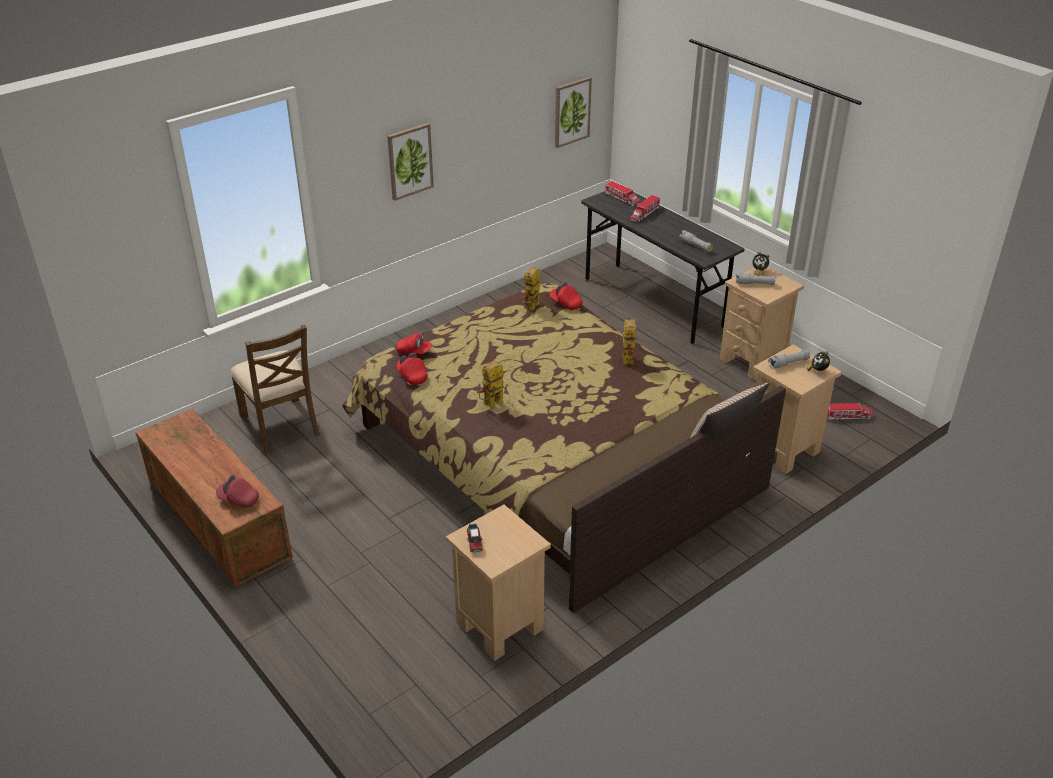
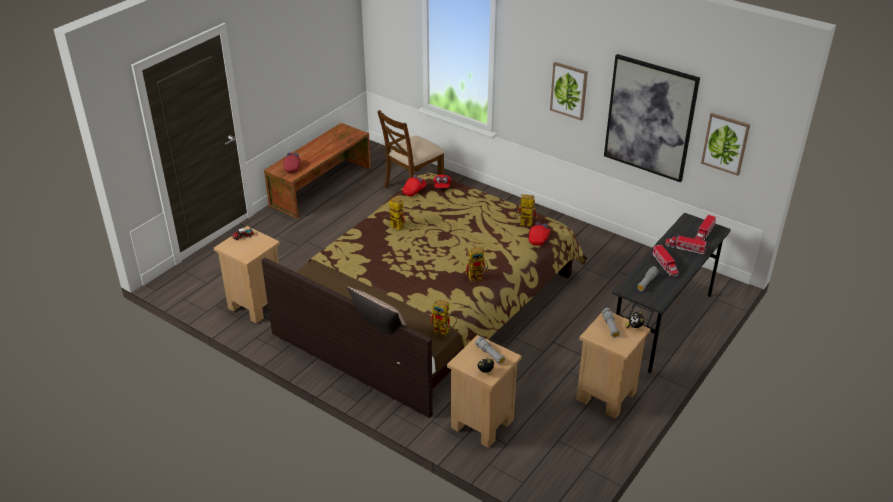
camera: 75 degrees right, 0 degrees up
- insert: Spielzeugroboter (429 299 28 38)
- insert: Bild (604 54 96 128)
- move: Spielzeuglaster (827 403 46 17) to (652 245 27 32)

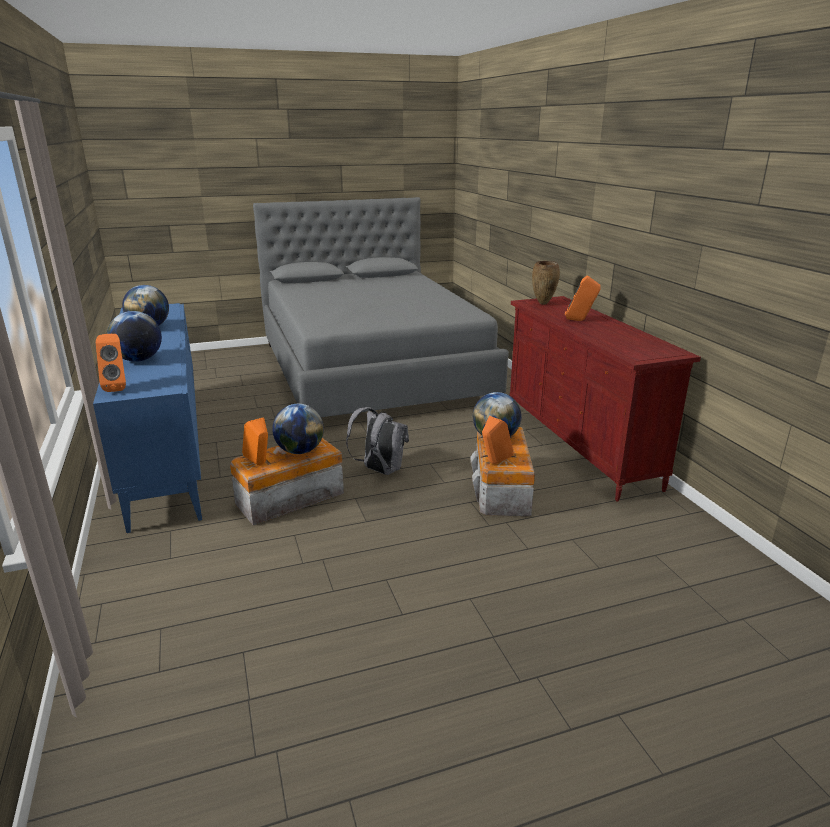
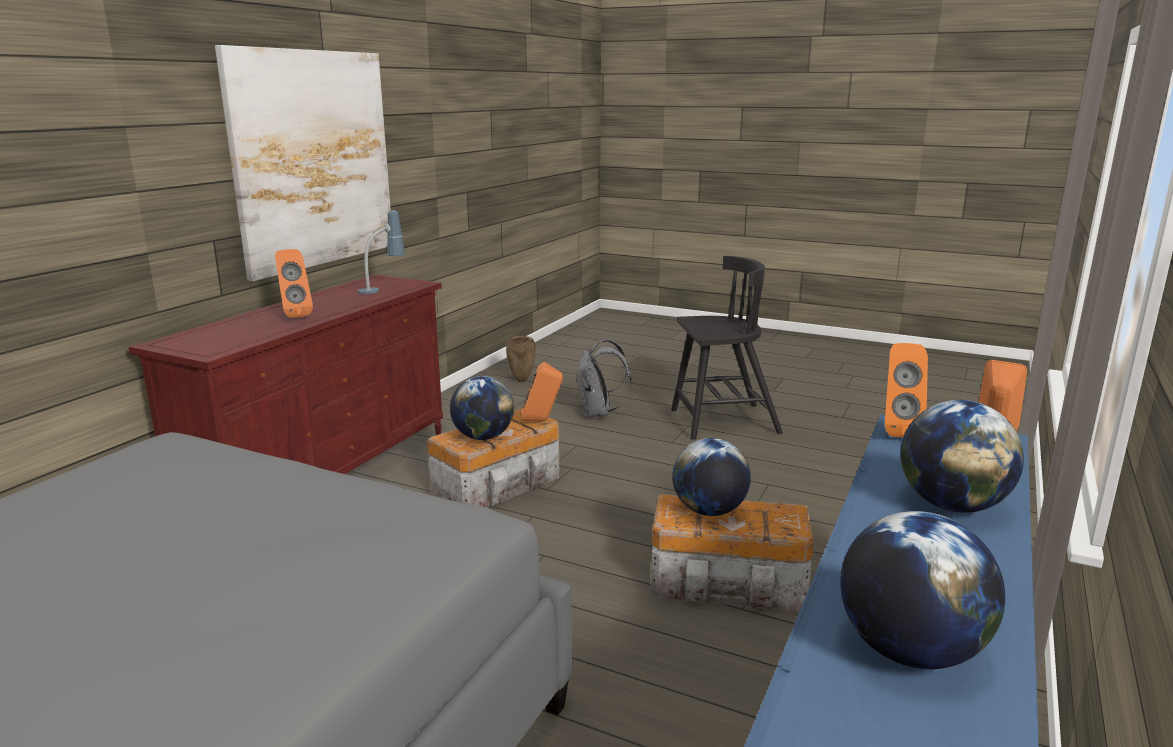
camera: 135 degrees left, 5 degrees down
- insert: Bild (215 45 176 236)
- insert: Tischlampe (358 210 47 84)
- insert: Stuhl/schwarz (671 256 112 184)
- move: Lautsprecher/orange (242 418 26 48) to (885 343 43 94)
- move: Rucksack/grau (346 407 63 68) to (576 339 55 78)
- move: Vase/braun (532 261 28 44) to (506 336 30 46)

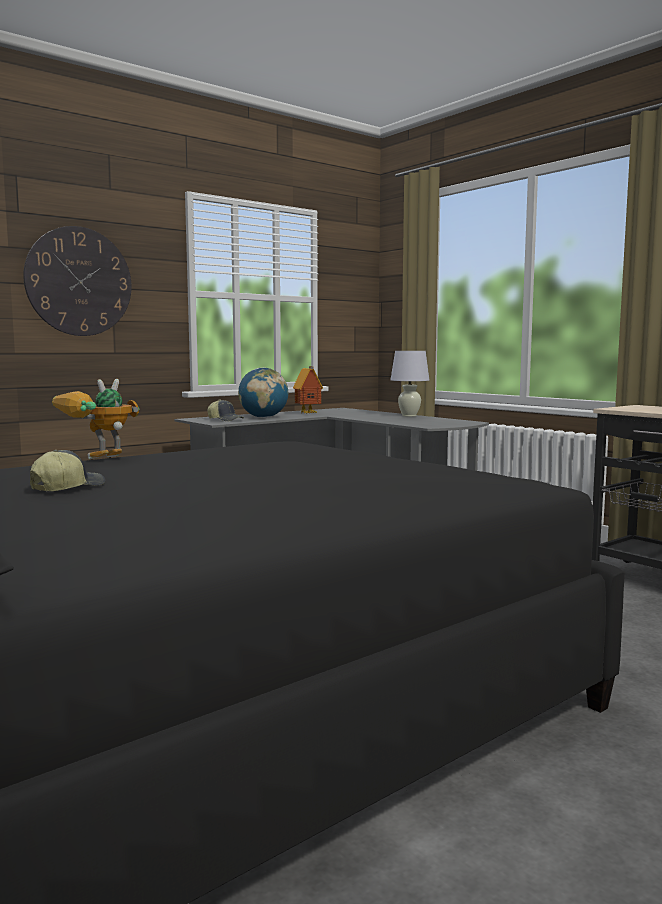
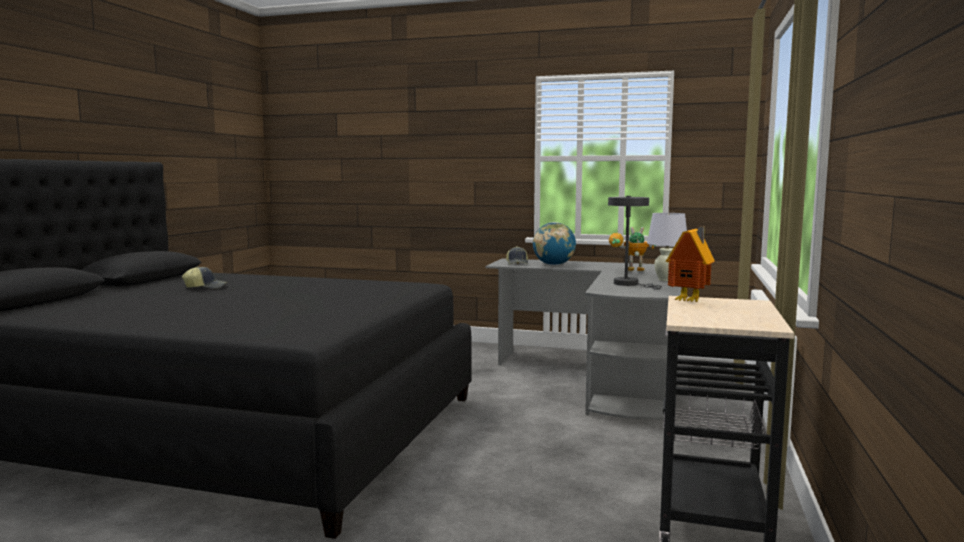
camera: 55 degrees right, 0 degrees up
- delete: Wanduhr (23 226 109 110)
- insert: Tischlampe/grau (608 196 54 94)
- move: Spielzeugroboter (52 379 87 81) to (609 227 47 45)
- move: Spielzeughaus (293 366 30 47) to (666 226 49 76)

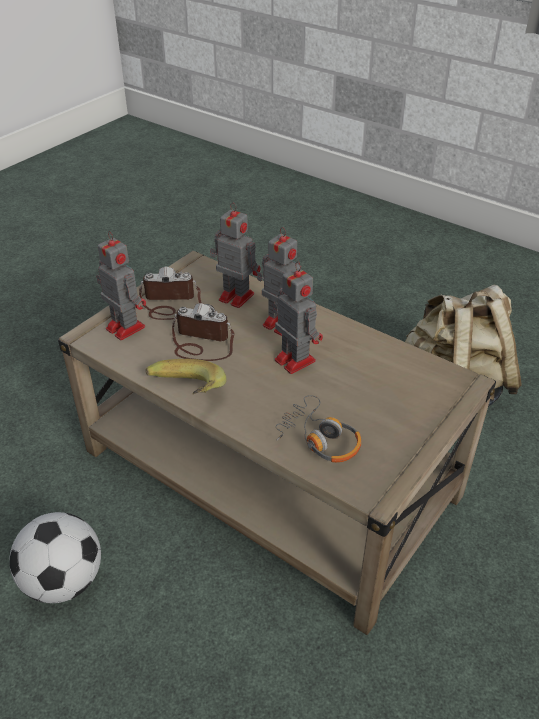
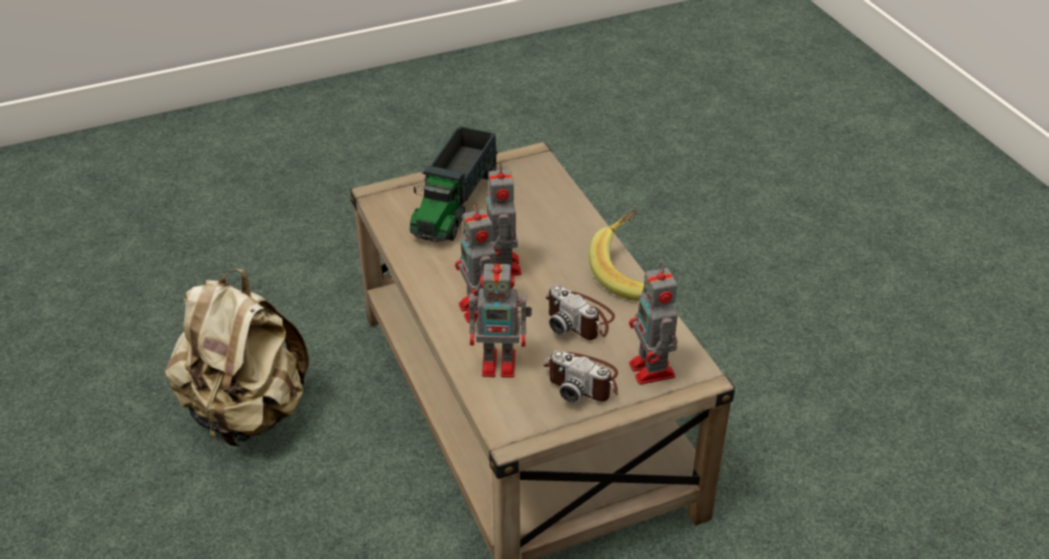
camera: 150 degrees left, 0 degrees up
- delete: Fußball (9 512 92 91)
- delete: Kopfhörer (275 395 86 68)
- insert: Spielzeuglaster (410 126 88 116)
- rotate: Spielzeugroboter (210 202 50 106) = (469 257 63 121) 60 degrees counterclockwise

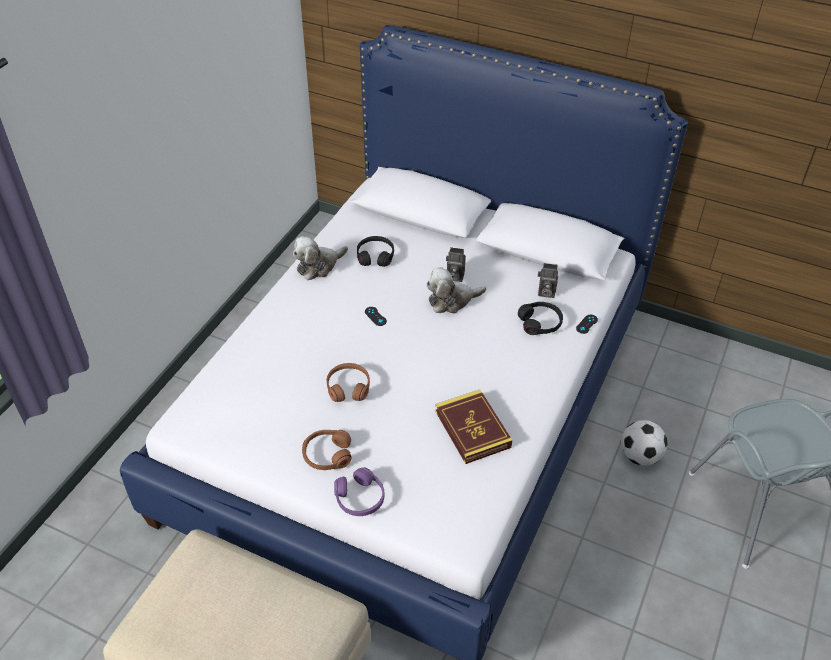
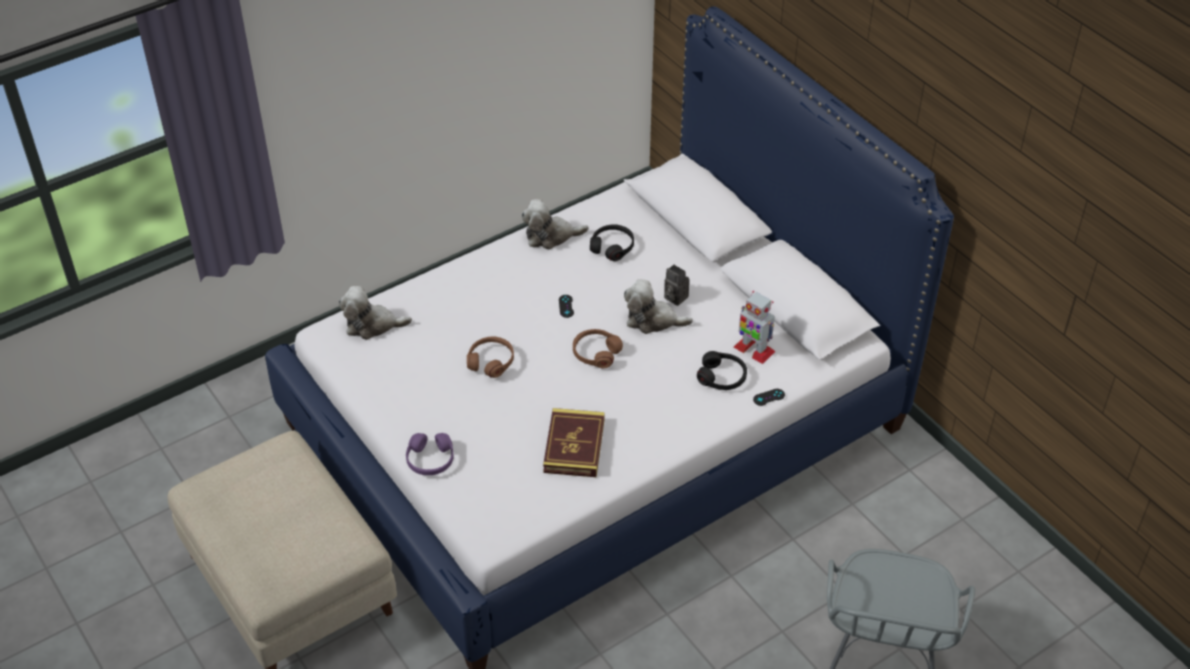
camera: 30 degrees right, 0 degrees up
- delete: Fußball (621 420 47 45)
- insert: Plüschtier (339 286 73 54)
- move: Kopfhörer/braun (302 430 49 40) to (573 329 50 39)
- replace: Kamera (538 263 20 35) to Spielzeugroboter (734 291 41 73)

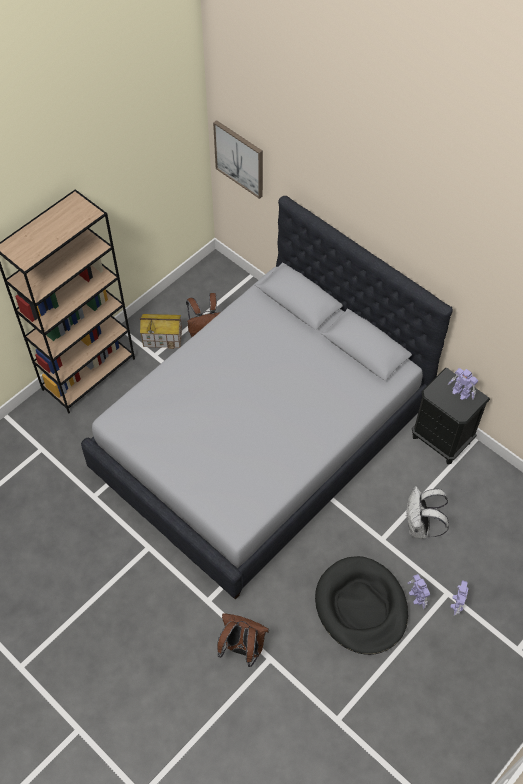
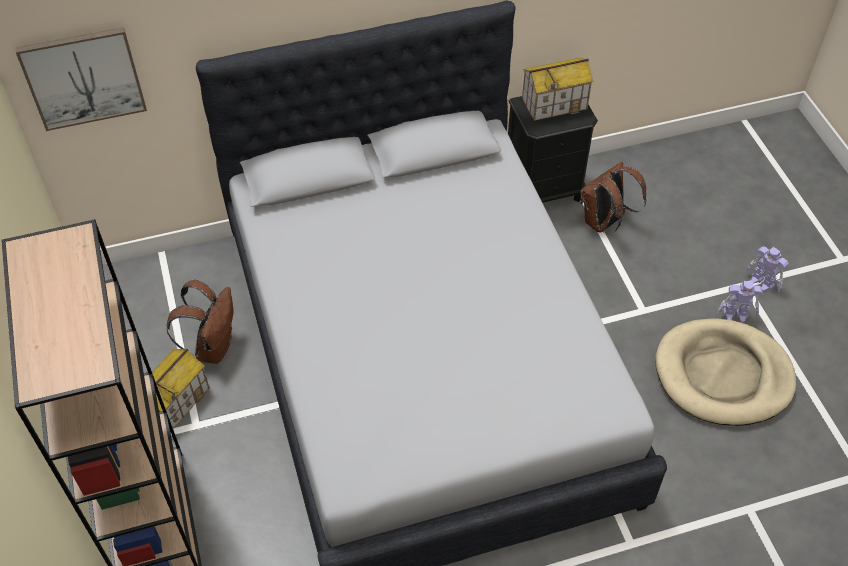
camera: 60 degrees left, 5 degrees down
- delete: Rucksack/weiß (406 486 43 52)
- move: Rucksack/braun (217 614 52 53) to (581 162 65 72)
- replace: Spielzeugroboter (448 368 30 32) to Spielzeughaus (522 58 71 63)
- recolor: Hundebett/schwarz (315 556 93 99) to Hundebett/beige (655 319 141 107)

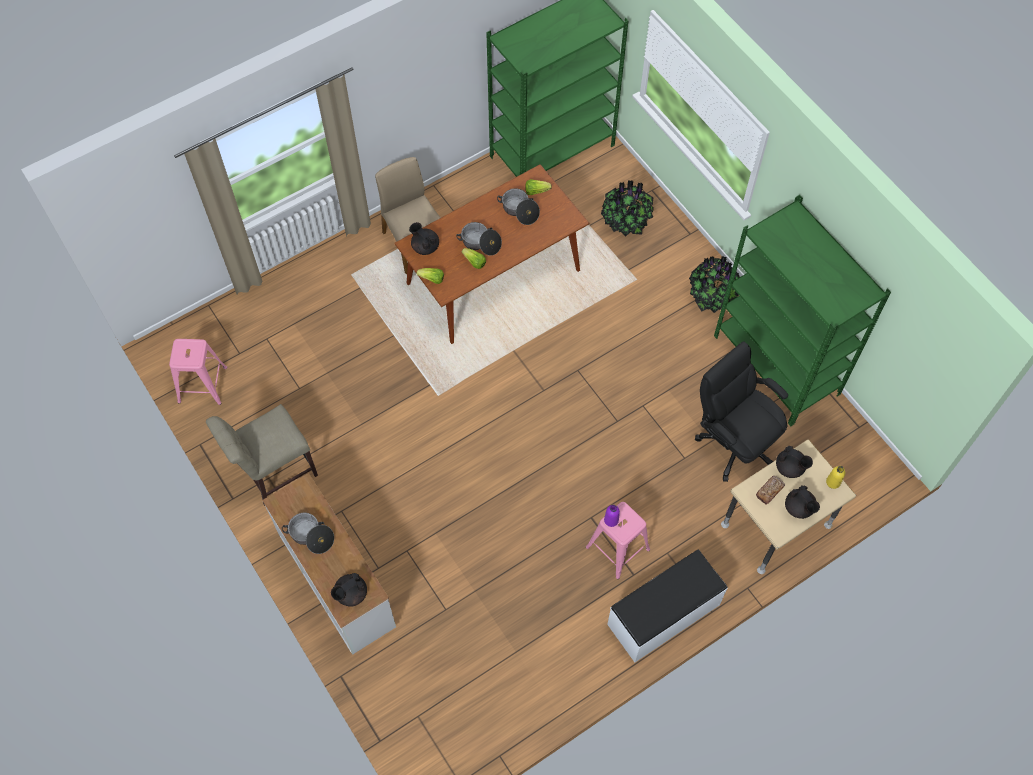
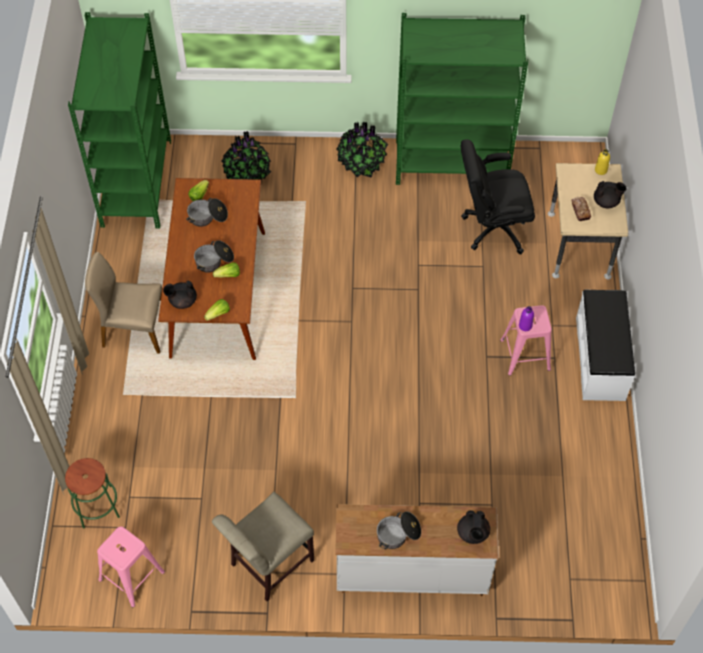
camera: 55 degrees left, 5 degrees down
- delete: Teekanne/schwarz (776 446 37 32)
- insert: Hocker/grün (65 458 55 70)
- rotate: Stuhl/beige (206 404 112 102) = (212 492 102 109) 45 degrees clockwise

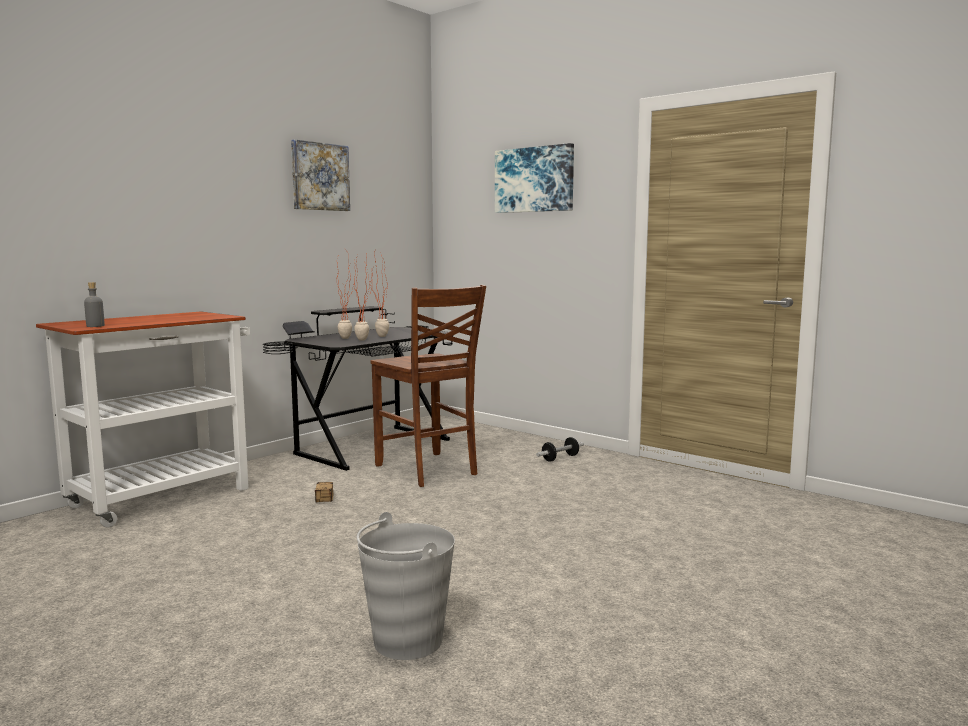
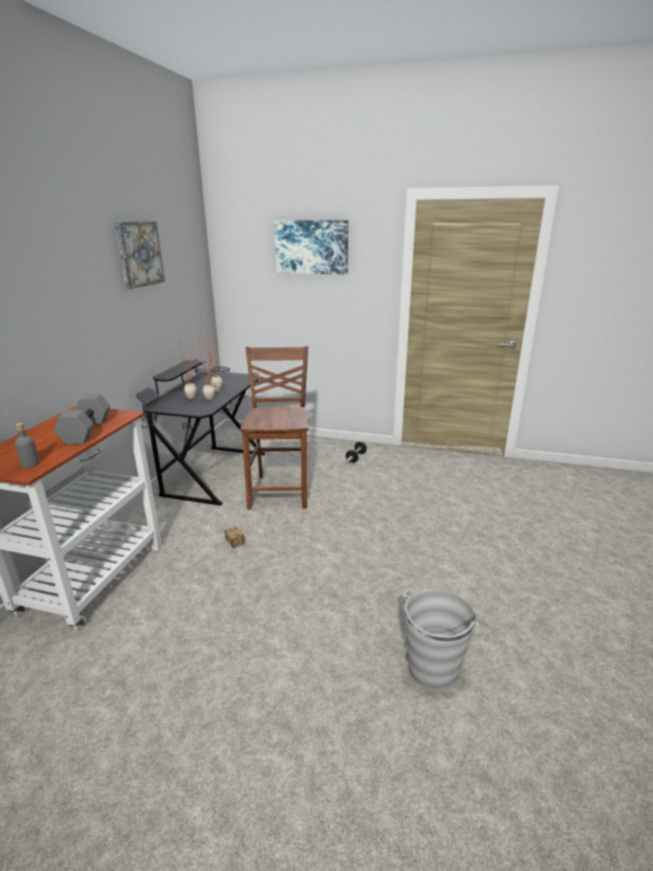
camera: 25 degrees left, 15 degrees up
- insert: Hantel/grau (54 394 56 51)
- rotate: Stuhl/braun (371 285 115 202) = (240 346 68 164) 120 degrees counterclockwise

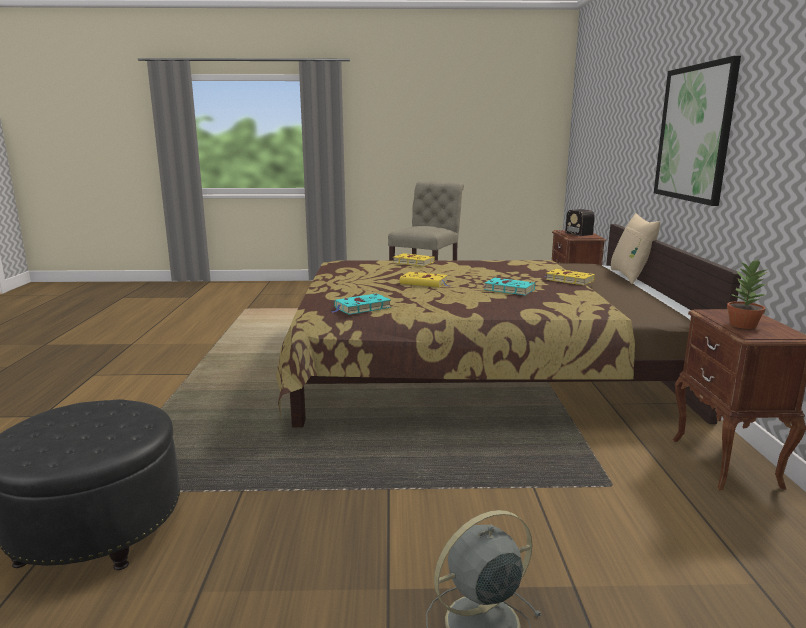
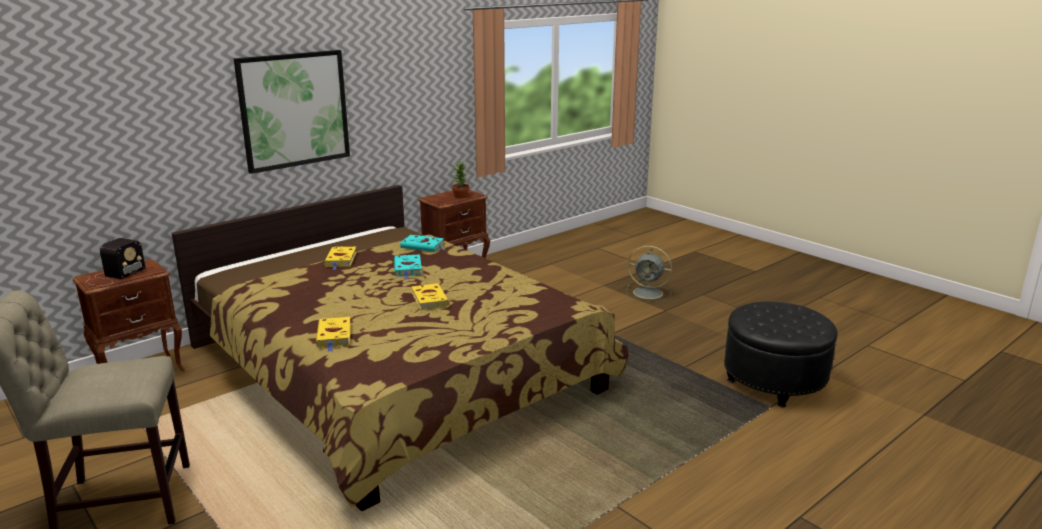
camera: 130 degrees left, 5 degrees up
- delete: Kissen/beige (611 213 49 71)
- move: Buch/türkis (331 293 60 22) to (400 235 46 17)

